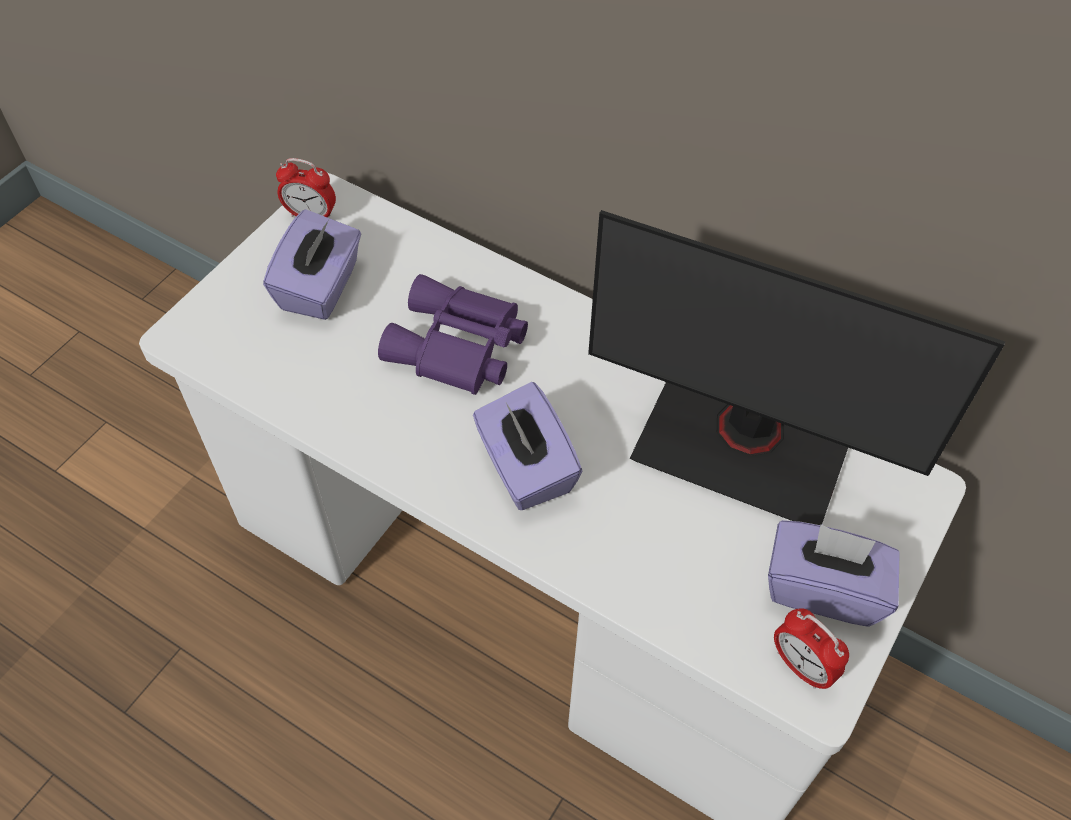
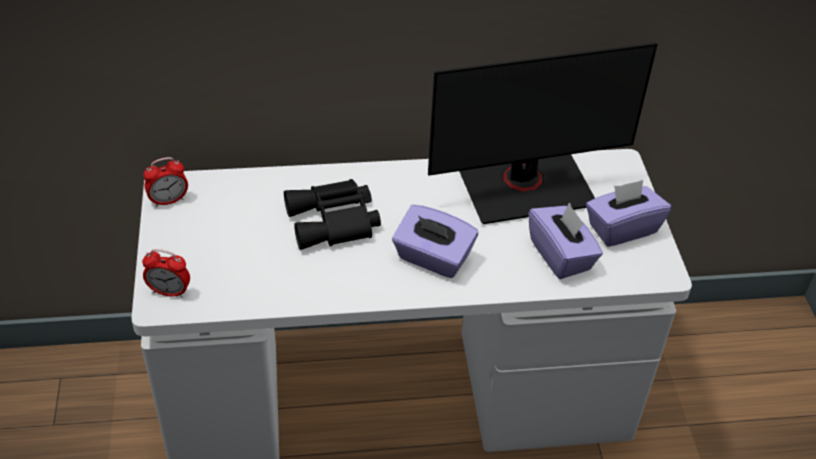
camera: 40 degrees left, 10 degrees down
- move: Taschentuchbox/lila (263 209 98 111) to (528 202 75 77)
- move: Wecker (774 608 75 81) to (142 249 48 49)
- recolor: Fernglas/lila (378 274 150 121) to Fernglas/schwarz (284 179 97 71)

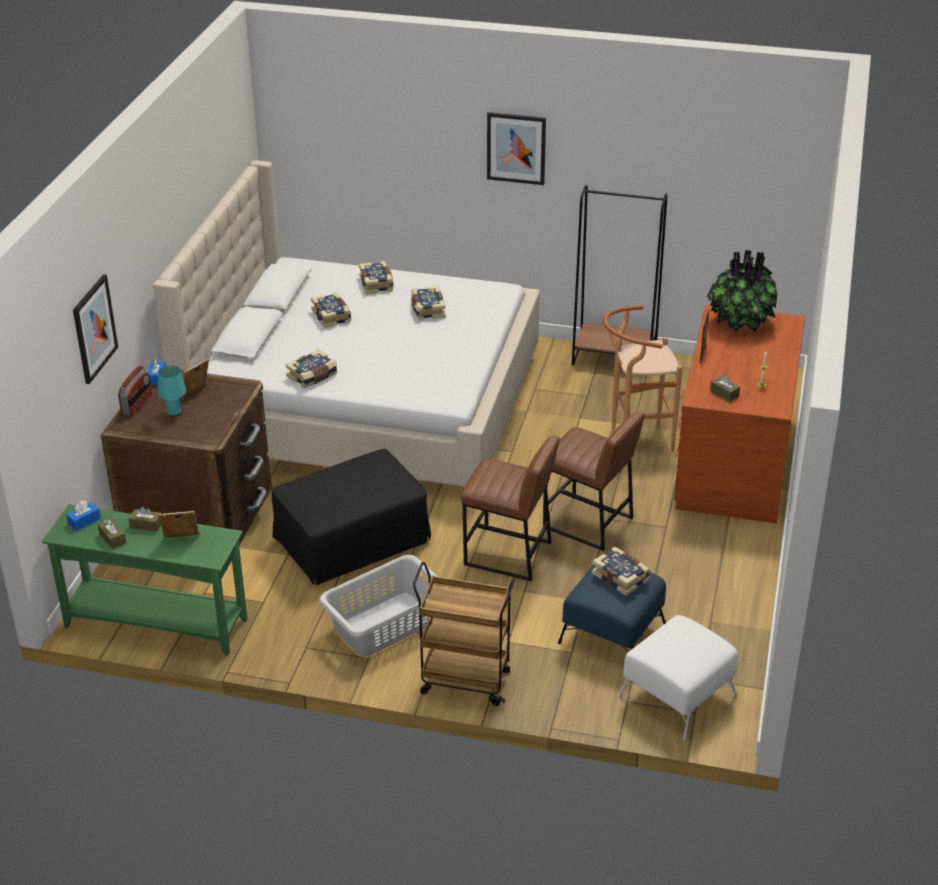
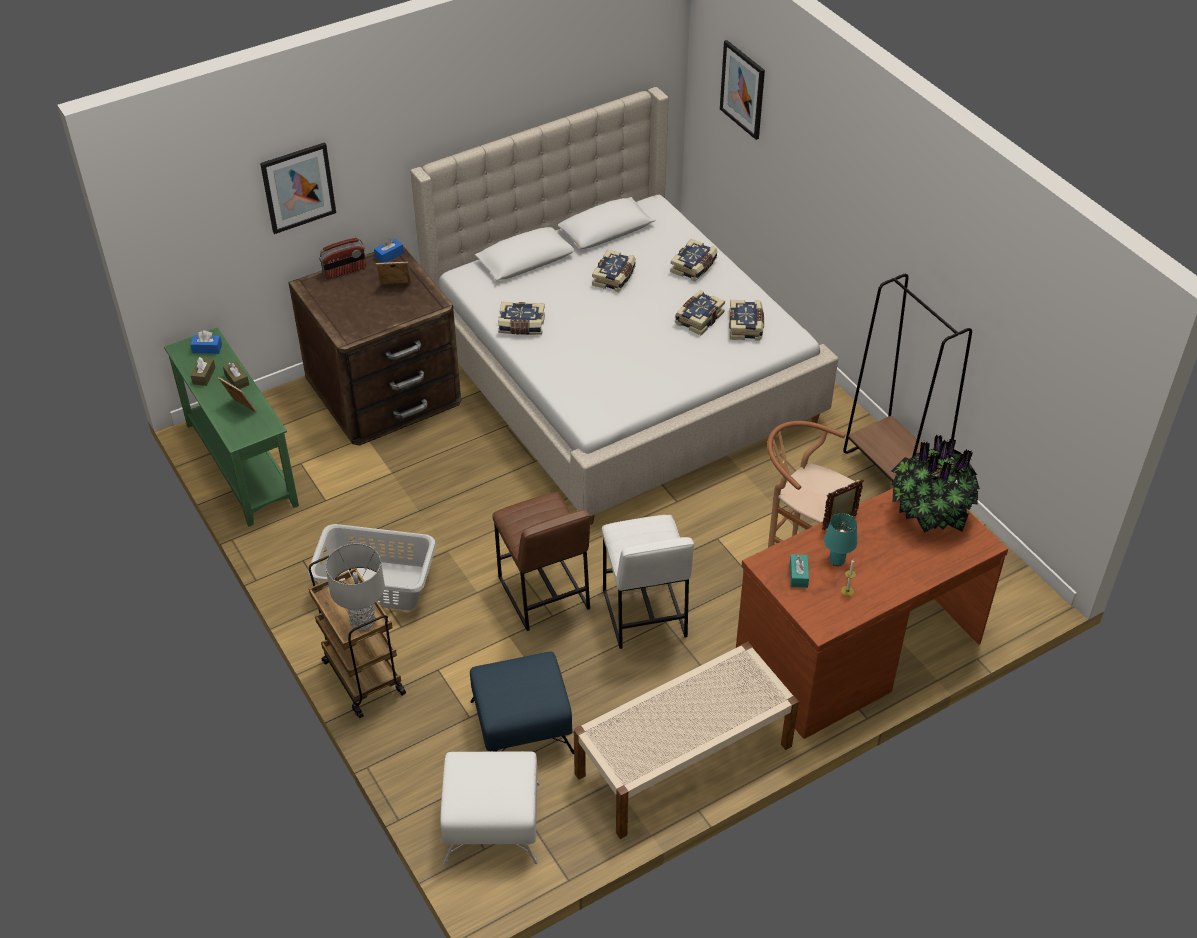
camera: 45 degrees right, 10 degrees up
- delete: Polsterhocker/schwarz (272 449 159 136)
- insert: Tischlampe/weiß (326 543 59 87)
- insert: Bank/beige (574 642 225 197)
- move: Tischlampe/türkis (158 366 28 51) to (824 513 33 53)
- move: Bild (487 112 59 73) to (720 40 45 100)
- move: Buch (592 547 58 49) to (729 300 35 41)
- recolor: Stuhl/braun (543 411 101 140) to Stuhl/weiß (602 515 92 134)
- recolor: Taschentuchbox/braun (710 375 30 26) to Taschentuchbox/türkis (790 554 19 34)

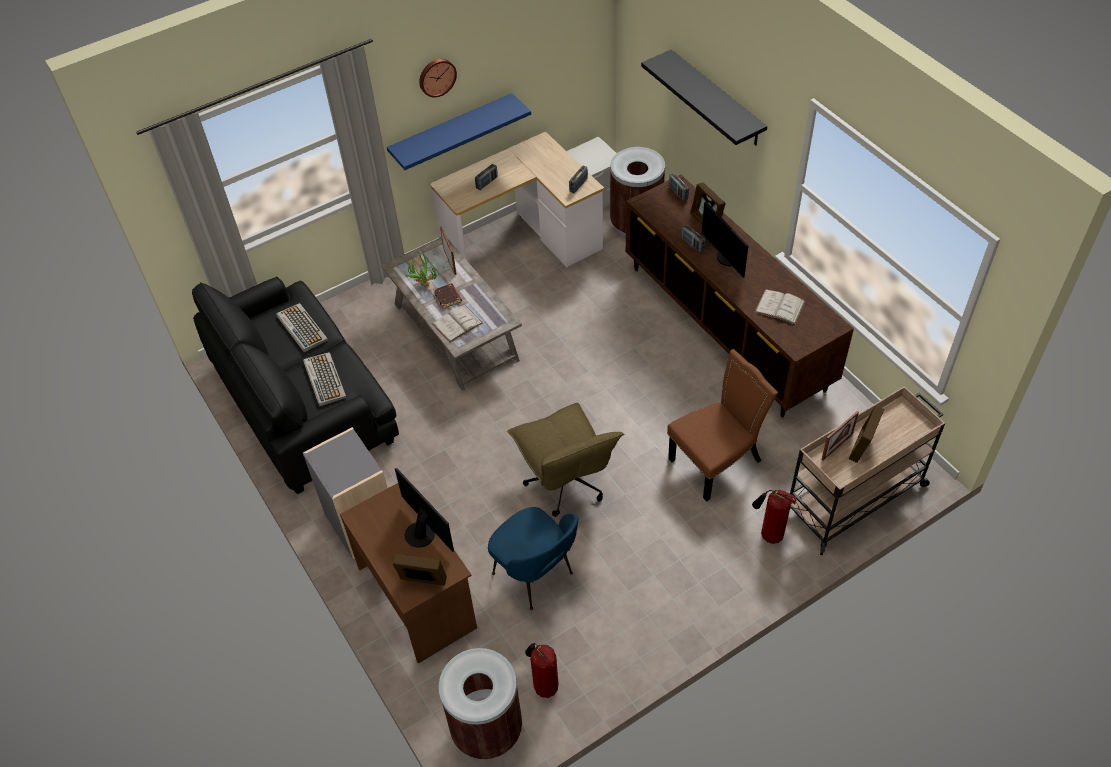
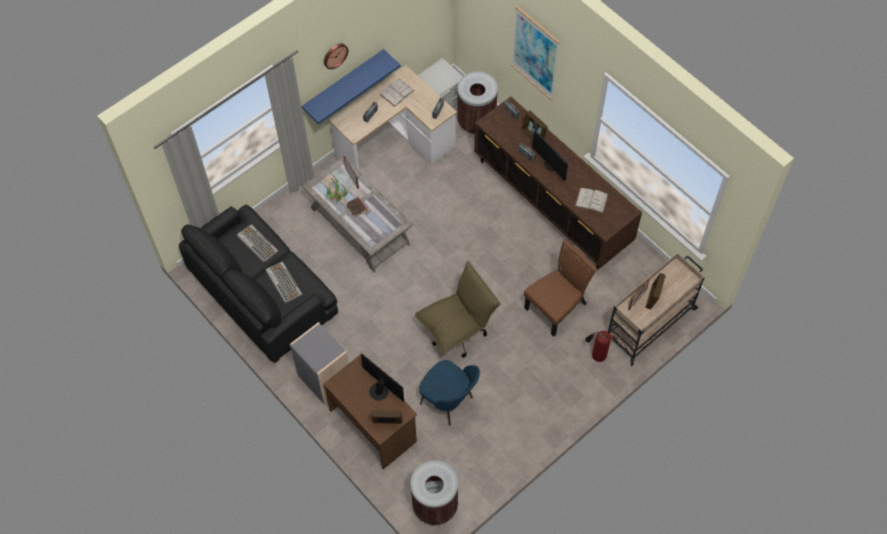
camera: 10 degrees left, 10 degrees up
- delete: Feuerlöscher (525 643 33 55)
- move: Buch/weiß (432 305 51 38) to (380 79 34 28)
- replace: Wandregal/schwarz (641 49 126 96) to Bild (511 5 49 96)
- rotate: Bürostuhl/beige (507 403 117 114) = (415 261 85 97) 90 degrees counterclockwise

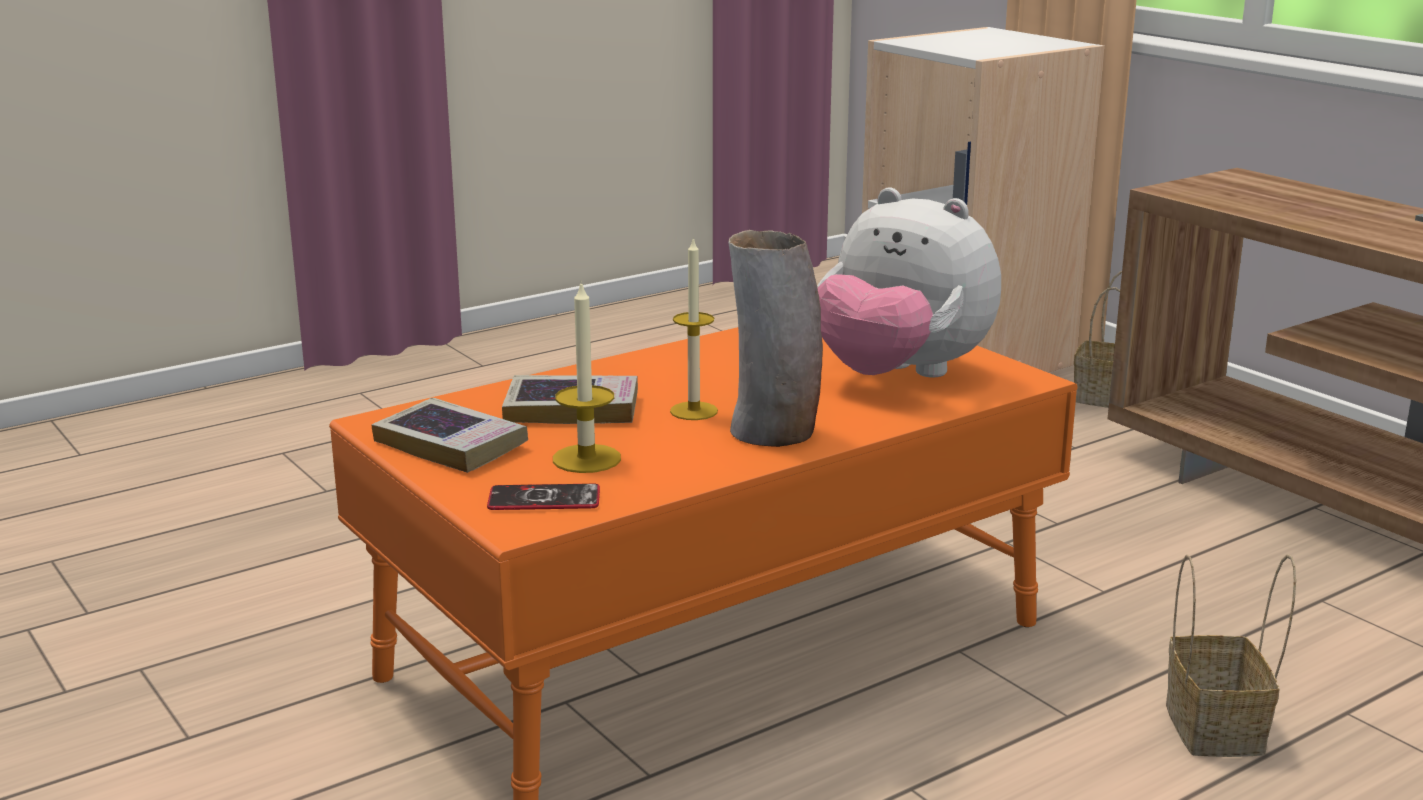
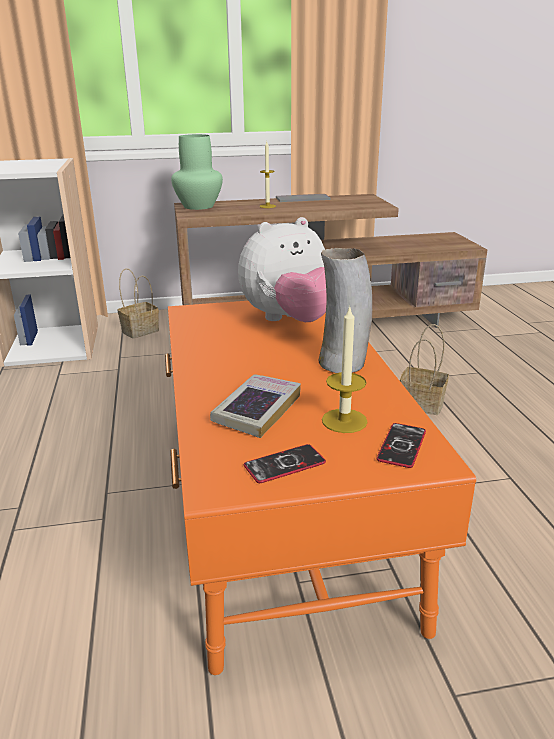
camera: 65 degrees left, 5 degrees up
- insert: Vase/grün (171 134 52 76)
- move: Kerze (670 238 48 182) to (259 141 17 67)
- replace: Buch (371 398 157 75) to Handy (244 444 82 39)

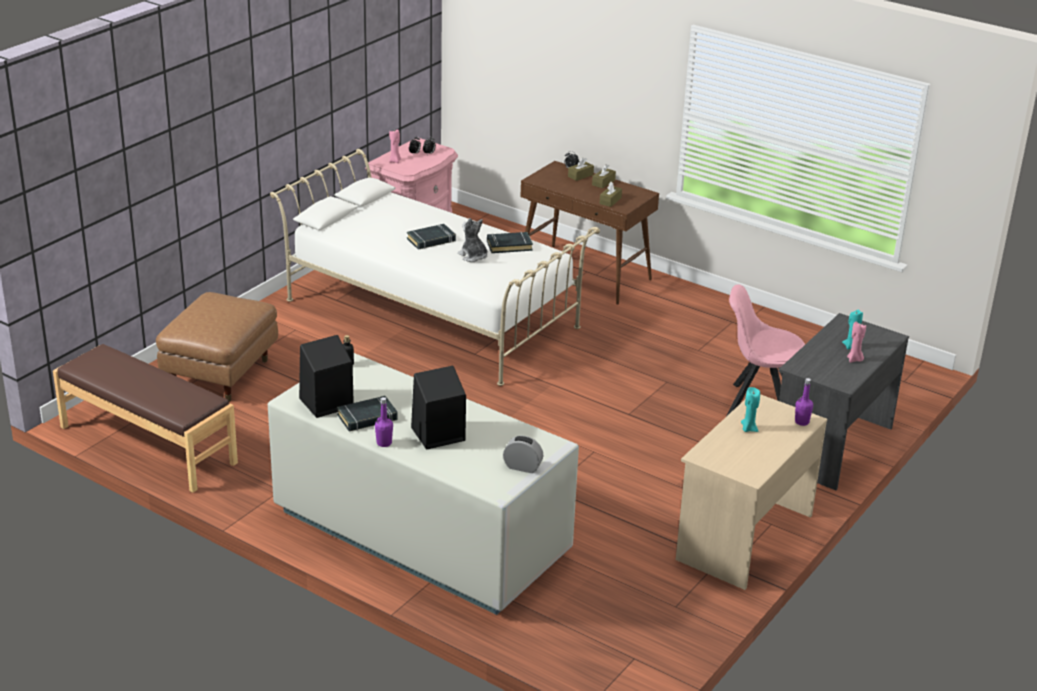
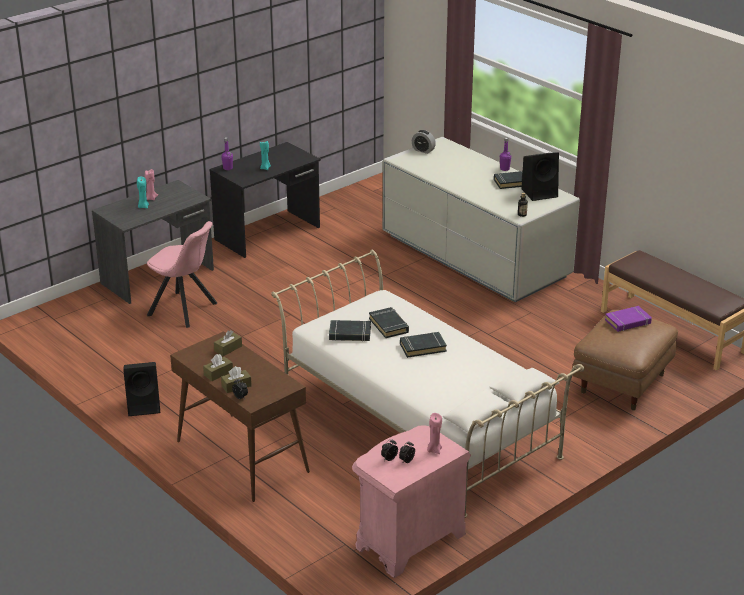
camera: 165 degrees left, 0 degrees up
- insert: Buch/lila (605 306 47 26)
- move: Lautsprecher/schwarz (411 366 55 83) to (123 362 37 54)
- replace: Plüschtier (458 218 29 44) to Buch/schwarz (369 307 40 31)
- recolor: Schreibtisch/beige (676 394 151 196) to Schreibtisch/schwarz (209 142 112 116)

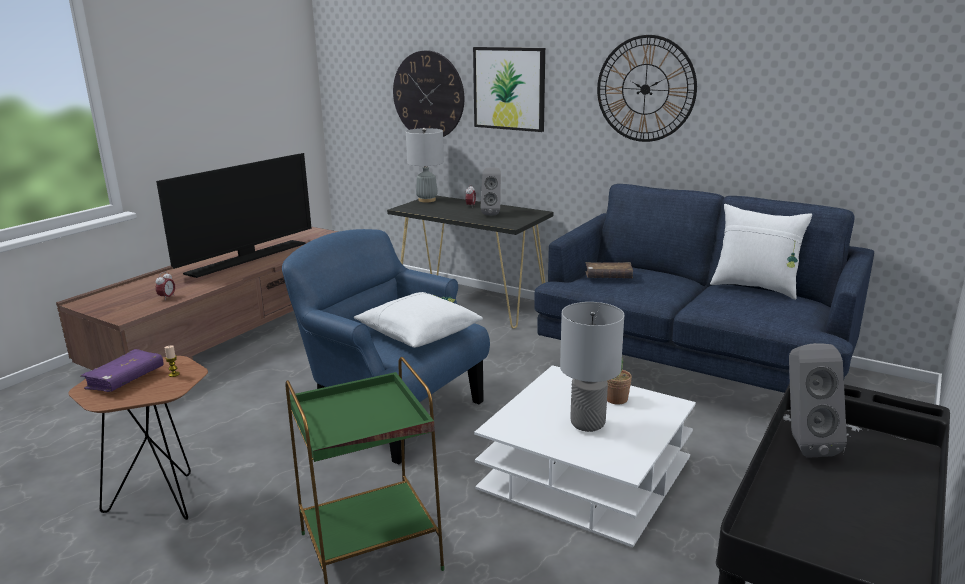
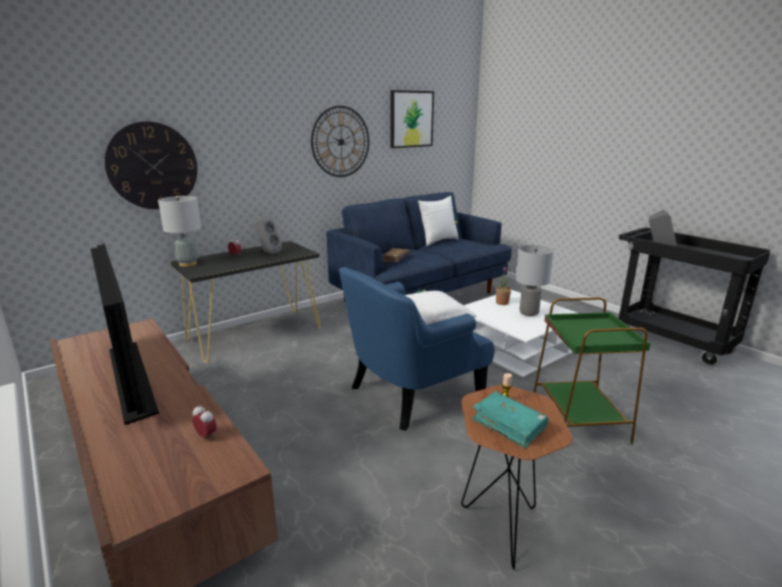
camera: 70 degrees left, 0 degrees up
- move: Bild (473 47 72 85) to (390 90 44 58)
- recolor: Buch/lila (80 349 84 43) to Buch/türkis (472 391 76 57)

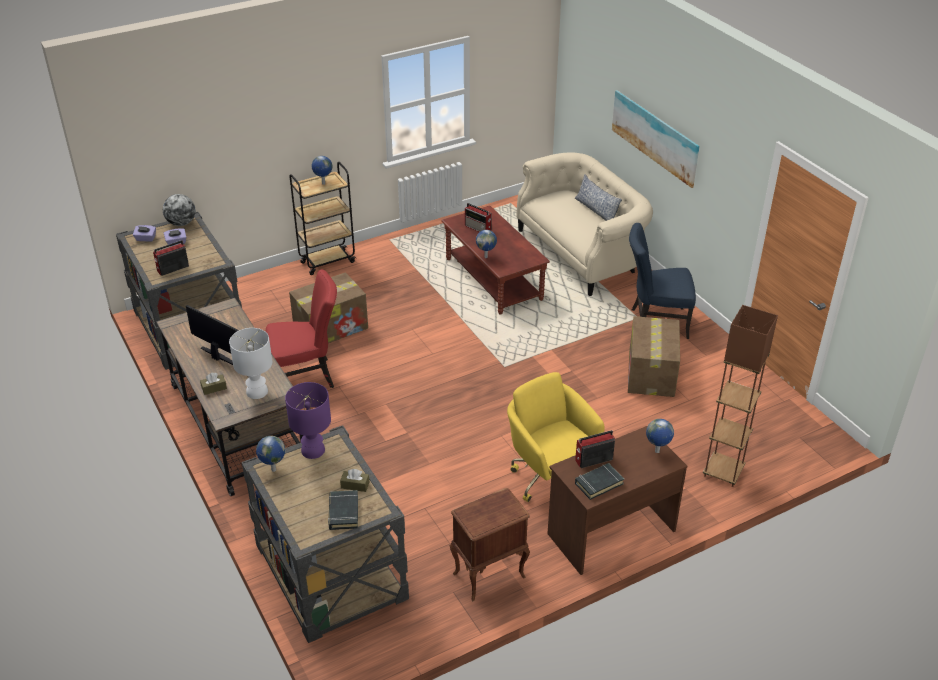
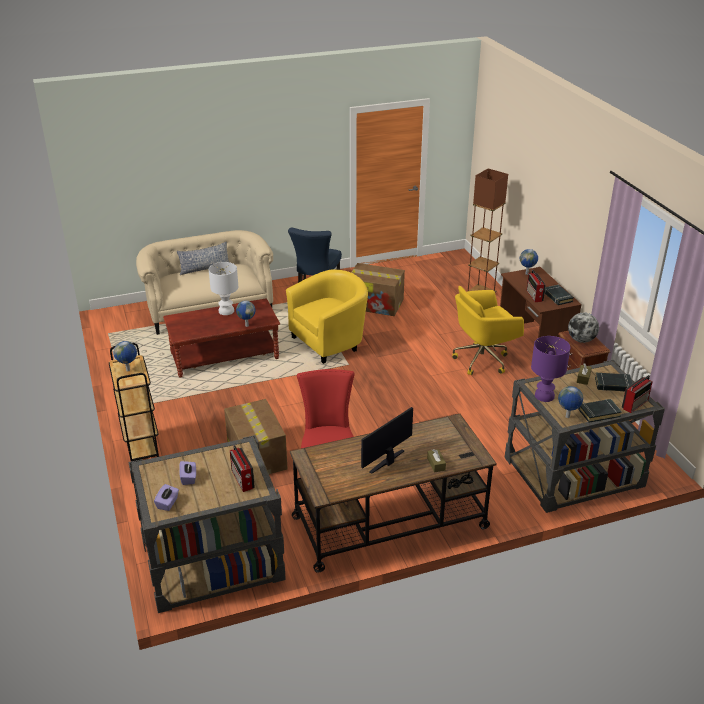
camera: 80 degrees left, 5 degrees down
- delete: Bild (612 90 87 98)
- insert: Sessel/gelb (286 270 82 94)
- insert: Buch/schwarz (578 399 44 24)
- move: Globus (163 194 32 32) to (568 313 31 30)
- move: Tischlampe/weiß (229 328 43 71) to (209 262 29 53)
- move: Radio (465 203 27 29) to (622 375 31 38)

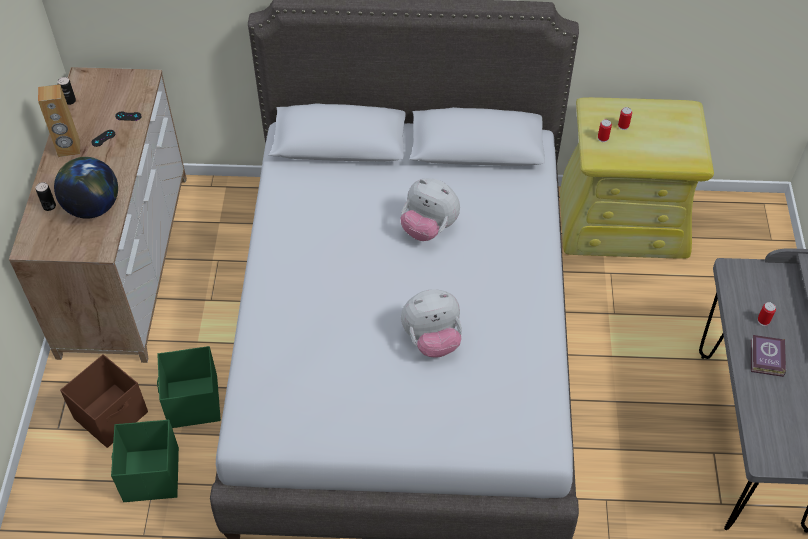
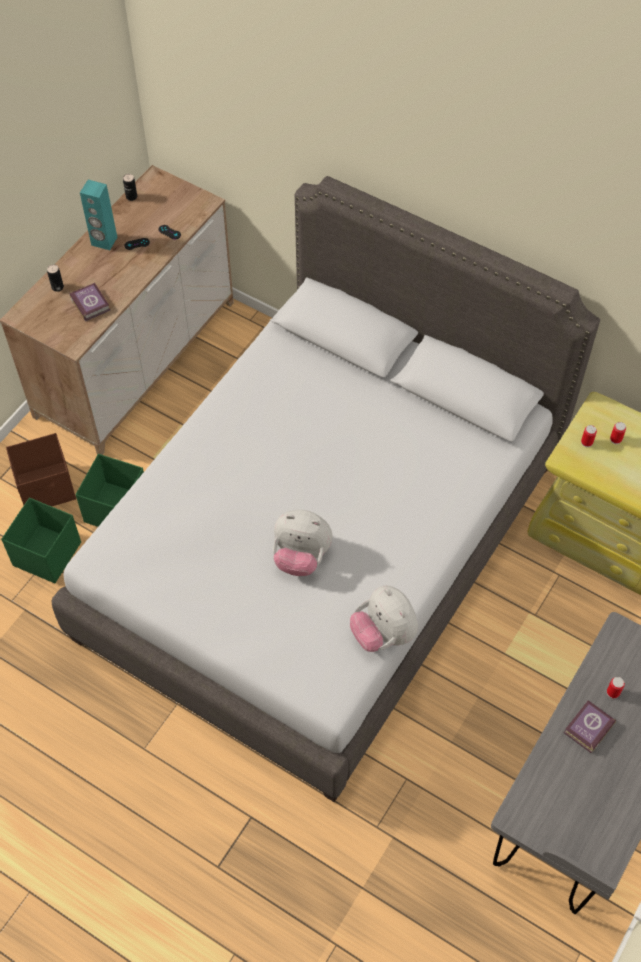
camera: 30 degrees right, 5 degrees up
- move: Plüschtier (400 178 60 63) to (350 585 68 67)
- replace: Globus (54 157 64 62) to Buch (69 283 41 39)
- recolor: Lautsprecher/braun (38 84 42 73) to Lautsprecher/türkis (80 180 37 70)

